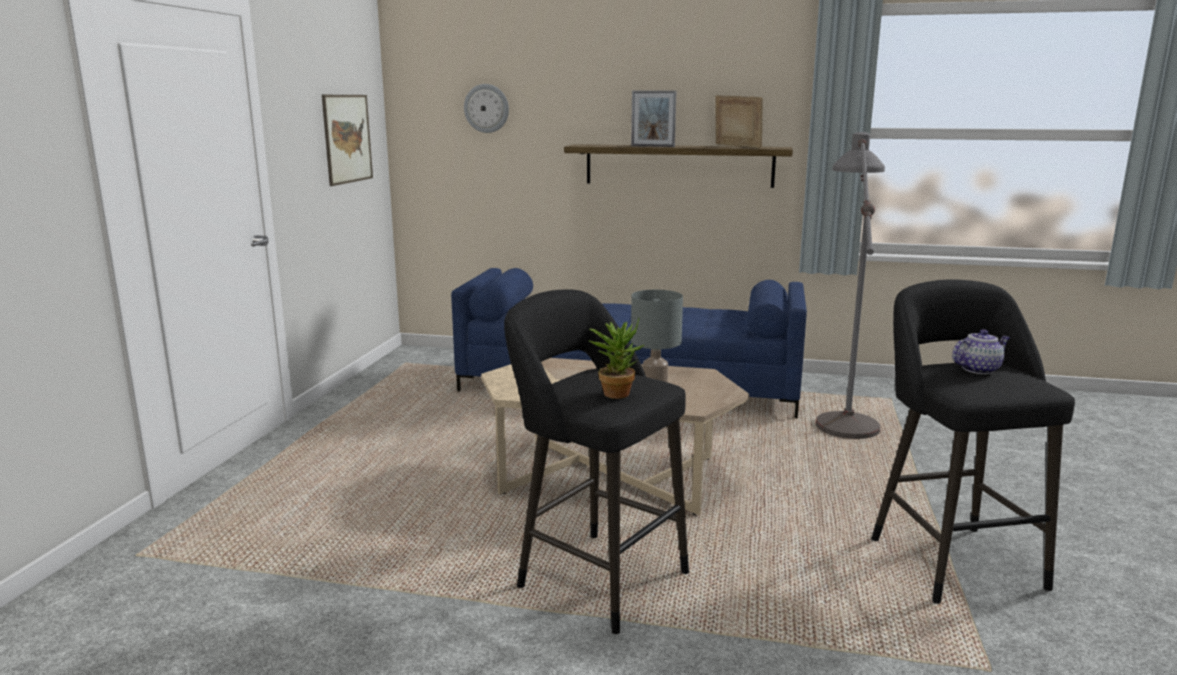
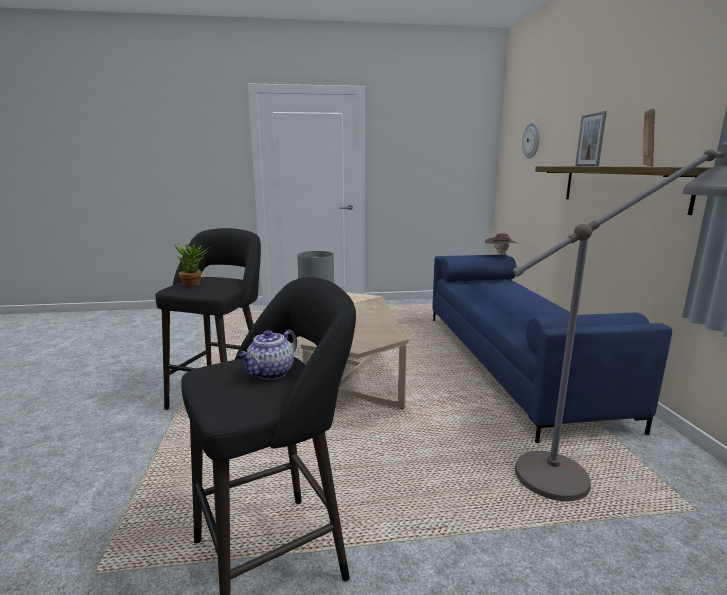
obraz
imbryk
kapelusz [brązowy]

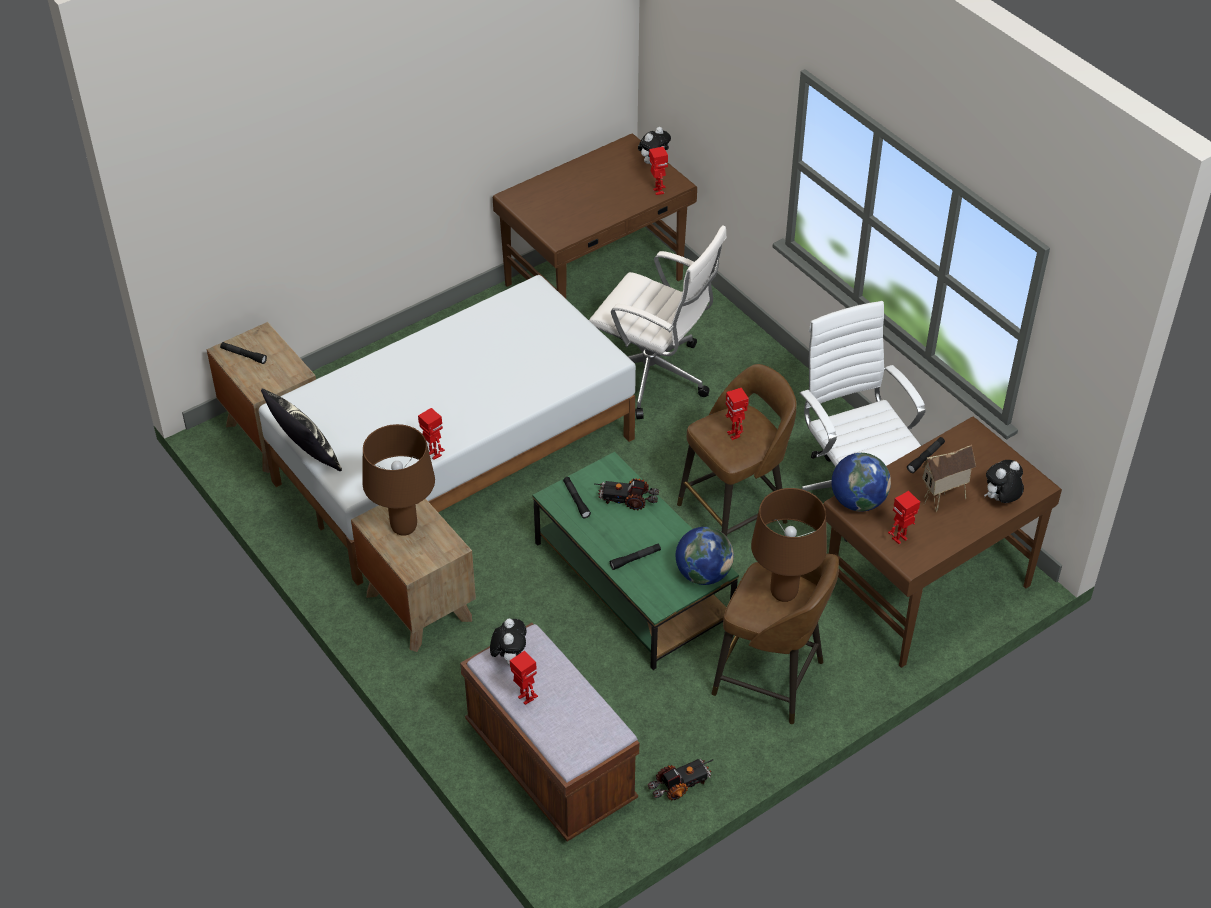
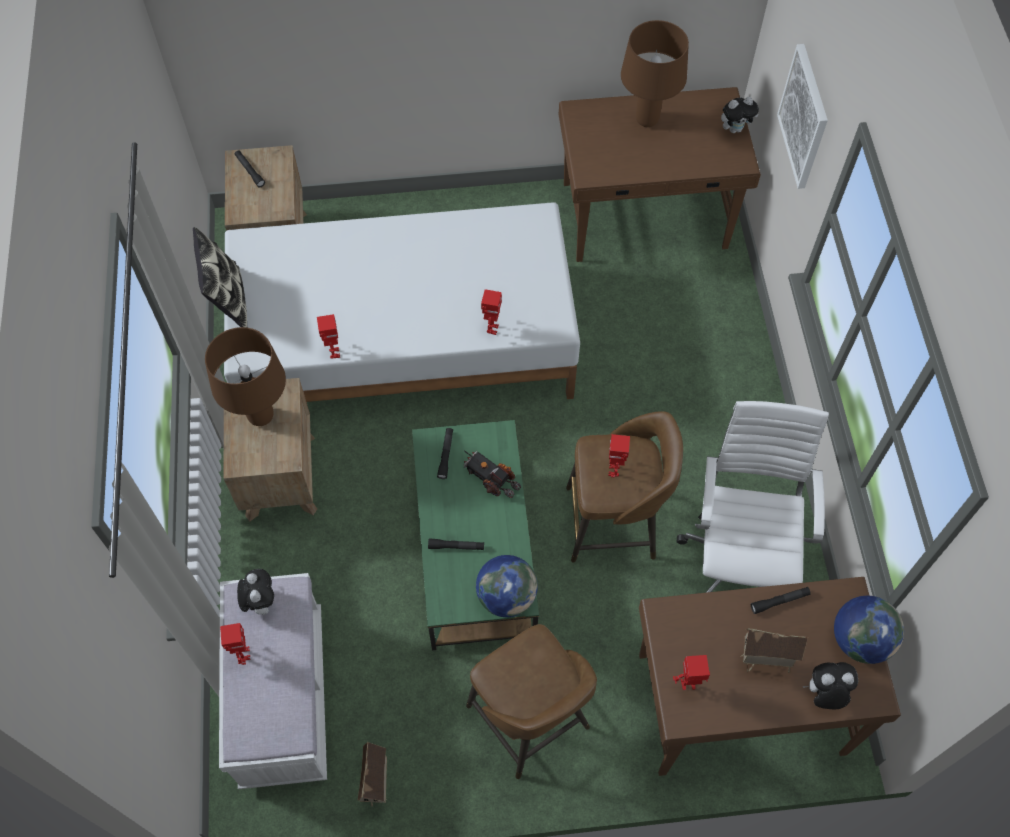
robot zabawkowy (3rd from left)
krzesło biurowe [biały] (1st from left in the first image)
globus (2nd from left)
lampa stołowa [brązowy] (2nd from left)
pluszak (1st from left)
ławka [biały]
domek (1st from left)
obraz

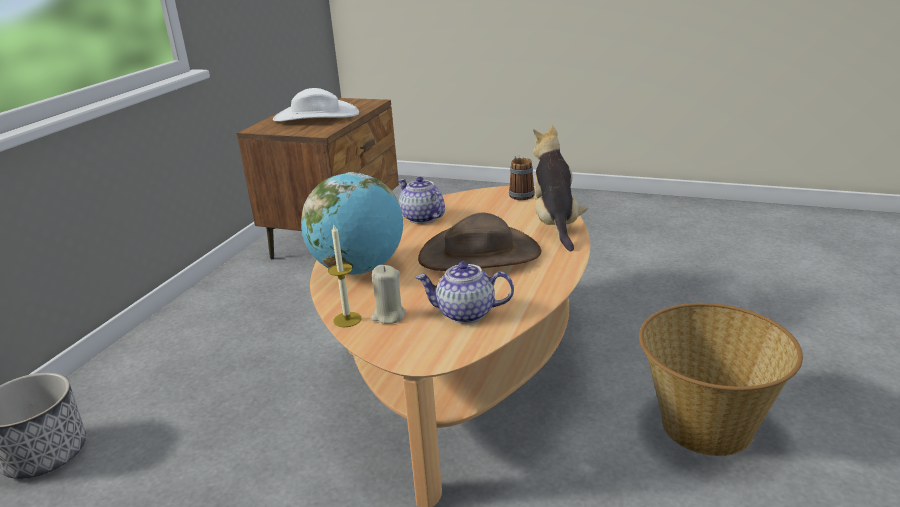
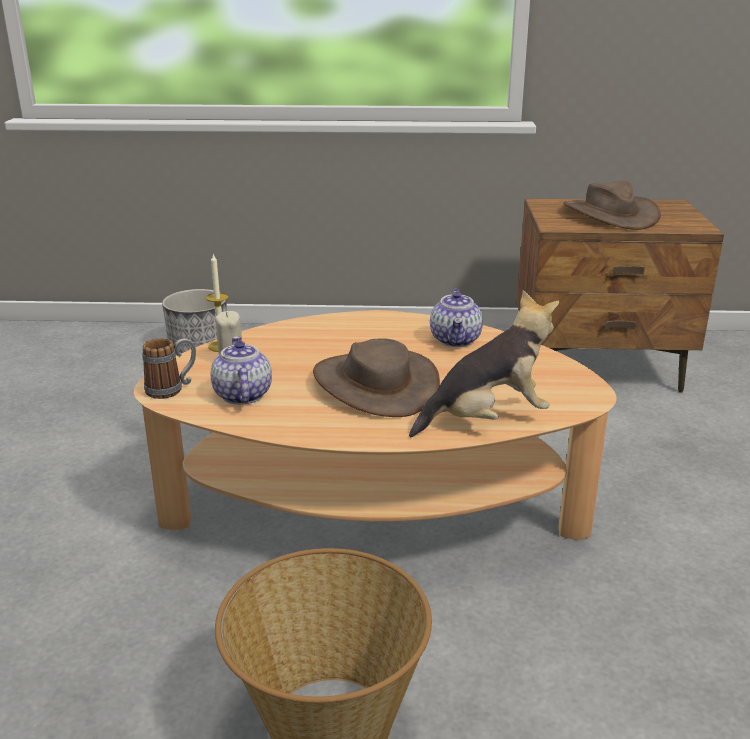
kapelusz [brązowy] (2nd from left)
kubek
globus
imbryk (2nd from left)

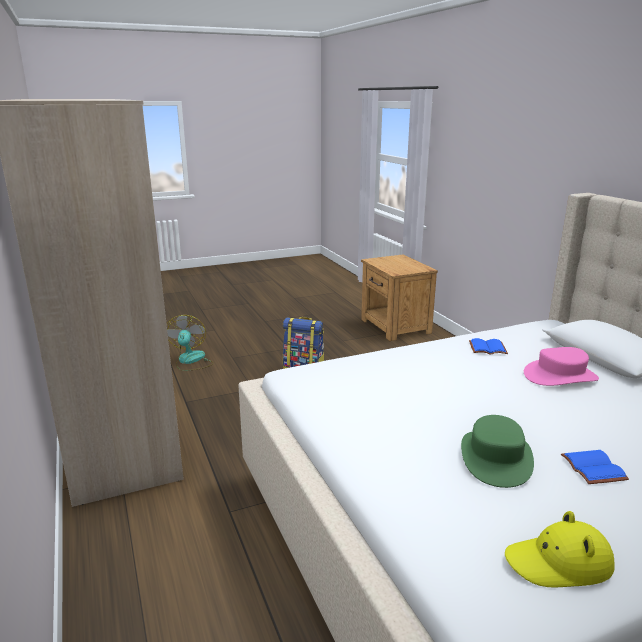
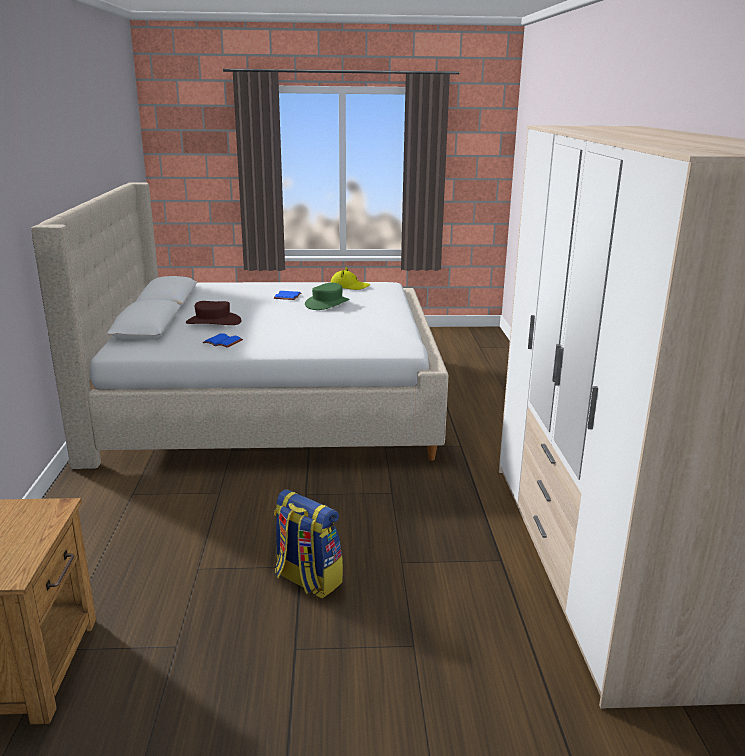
wentylator
kapelusz [brązowy]

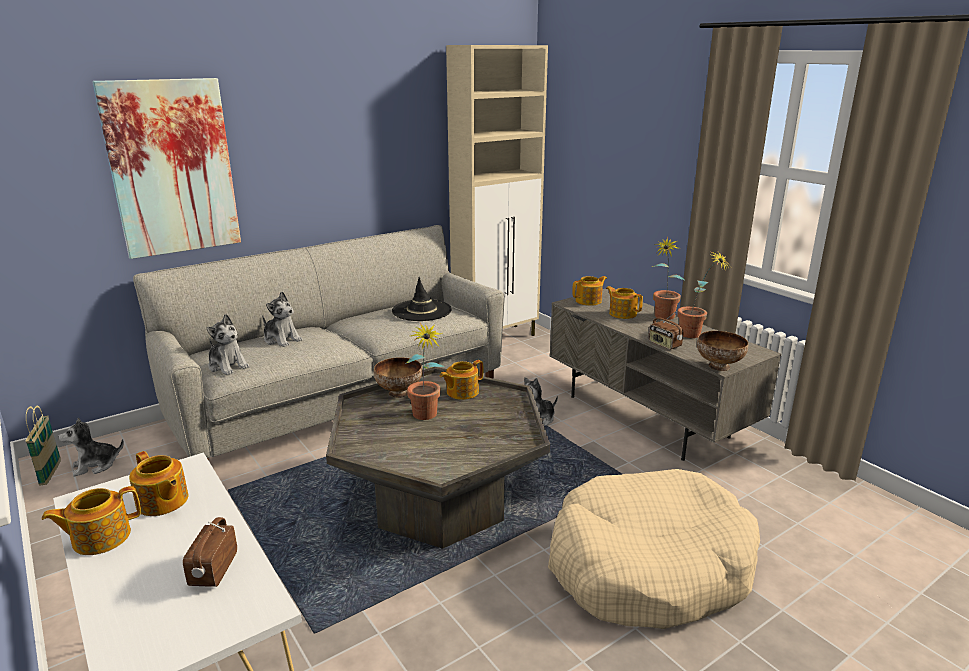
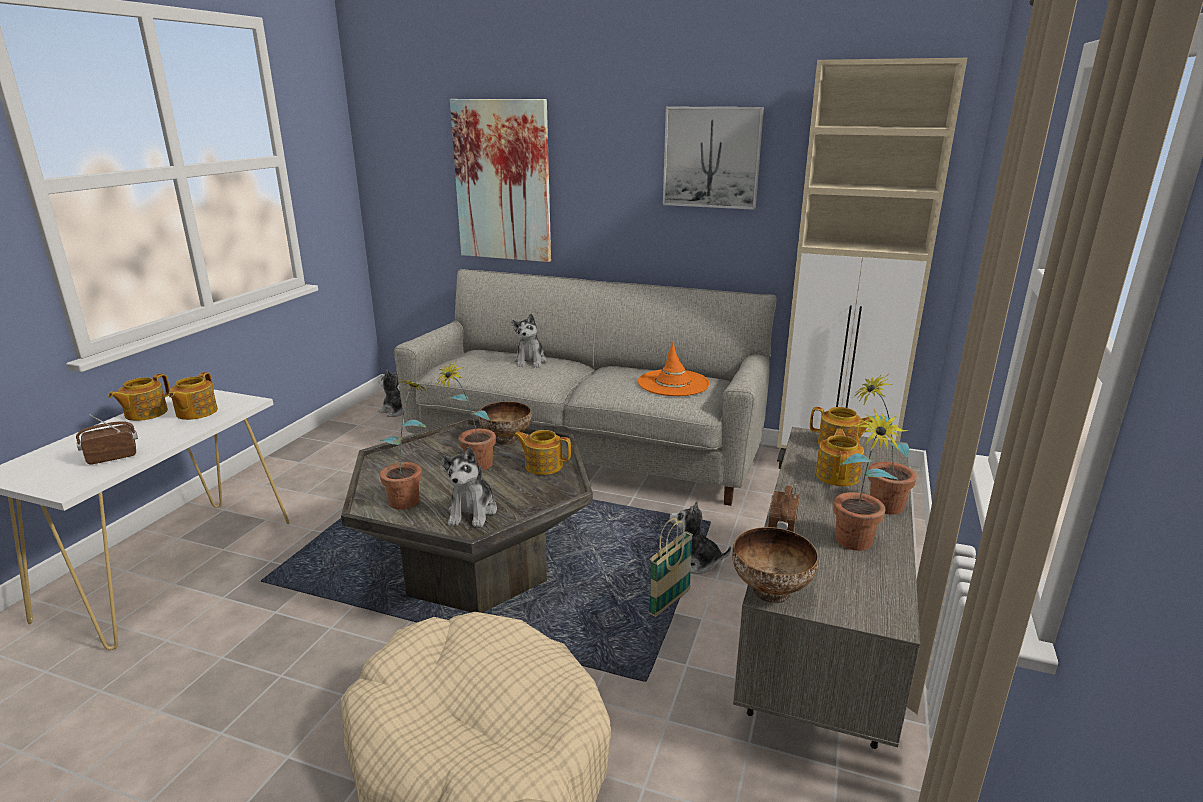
kapelusz [pomarańczowy]
pluszak (2nd from left)
koszyk
imbryk (1st from left)
obraz (2nd from left)
roślina doniczkowa (1st from left)

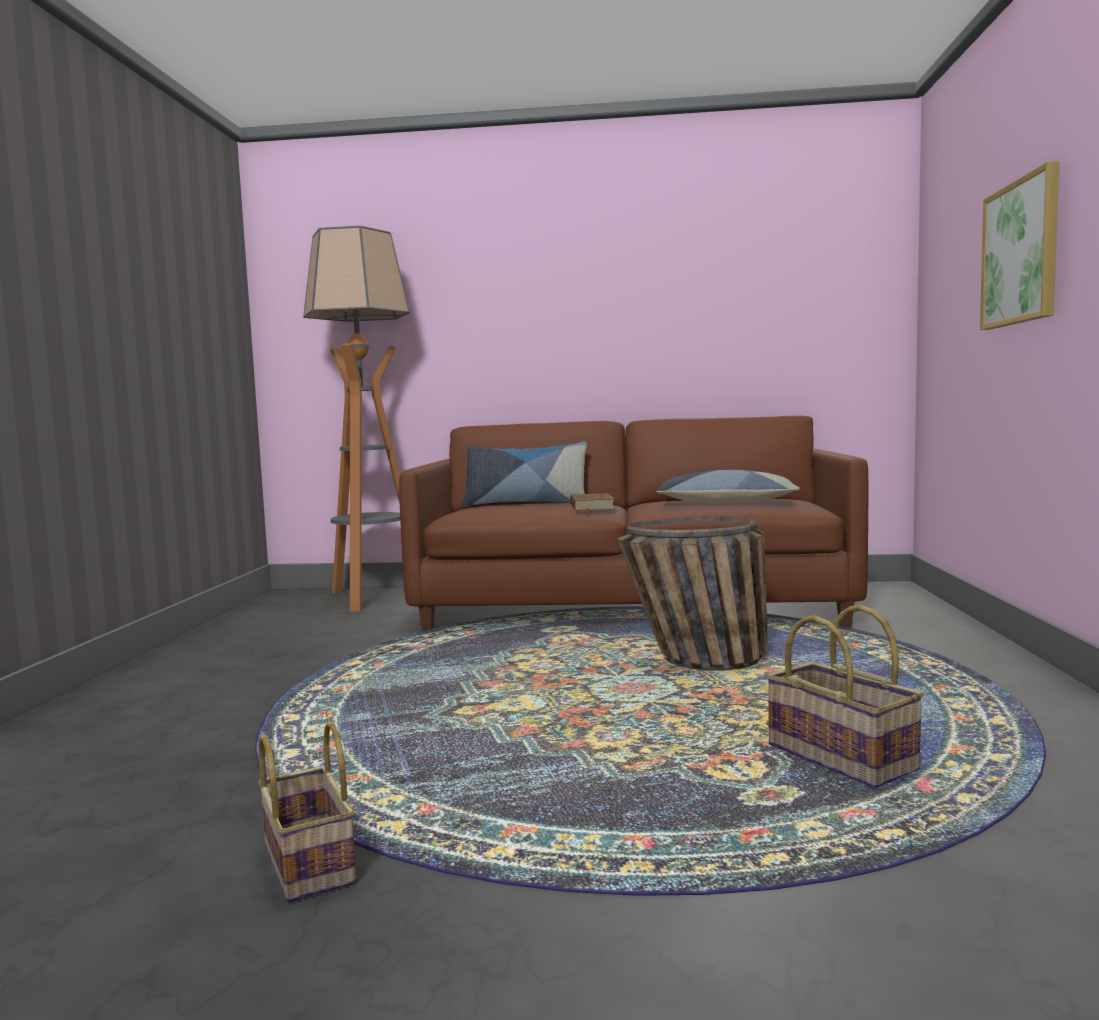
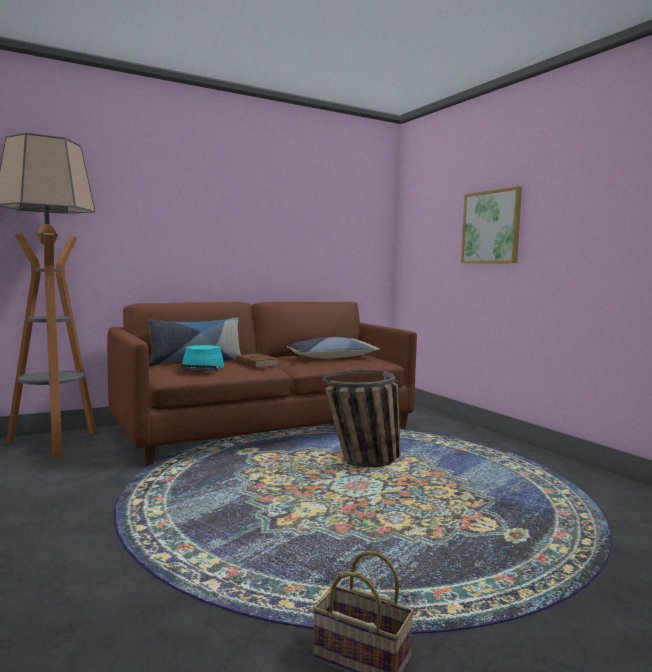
koszyk (3rd from left in the first image)
kapelusz [turkusowy]

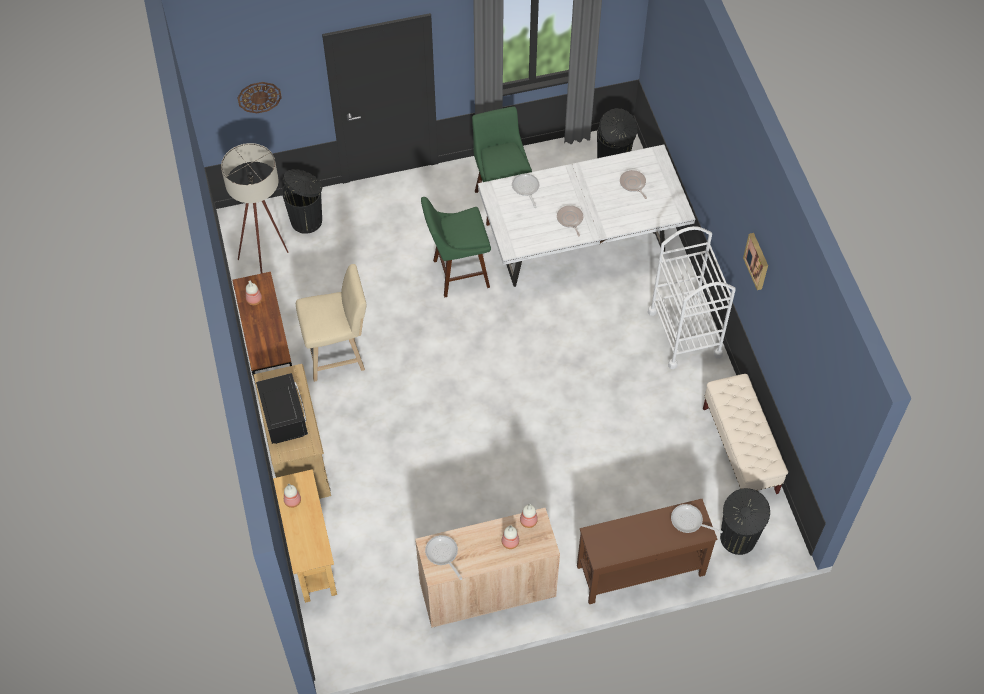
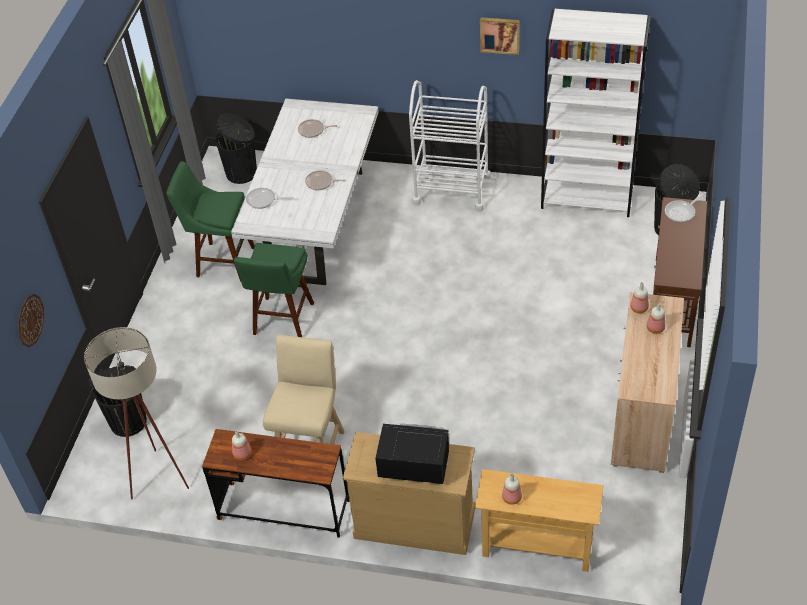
regał [biały]
patelnia (1st from left in the first image)

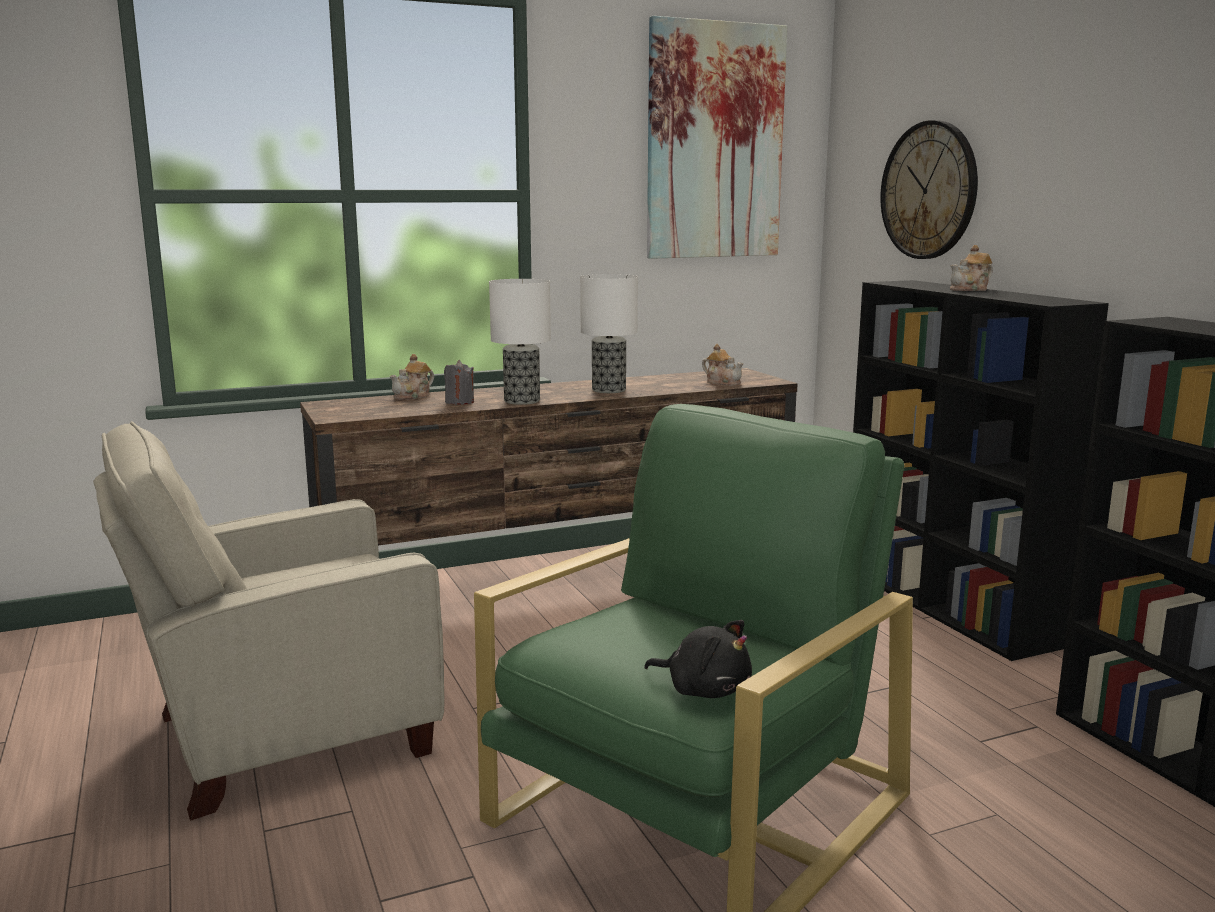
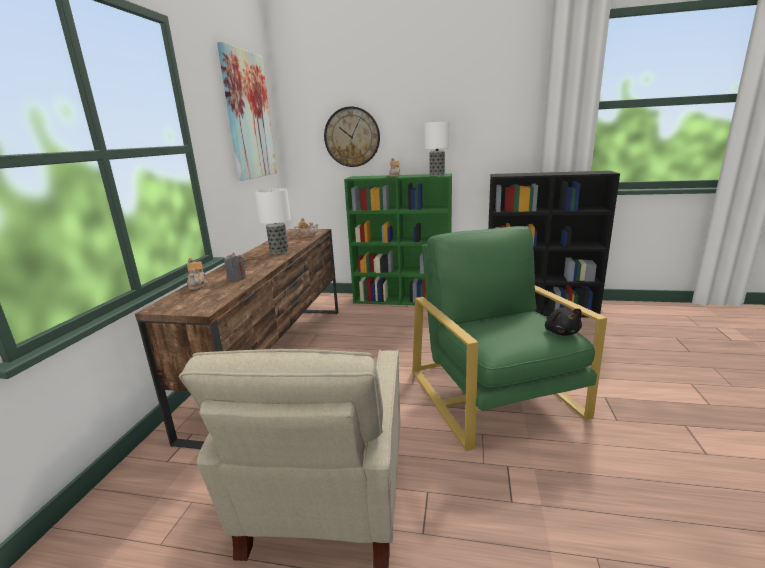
lampa stołowa (2nd from left)
regał [zielony]
pluszak [czarny]

